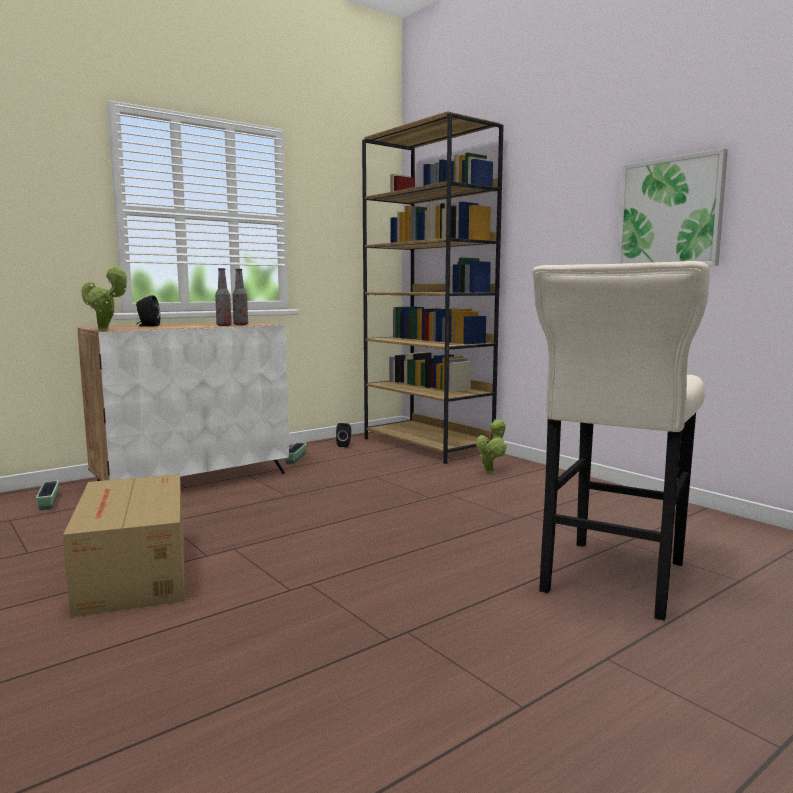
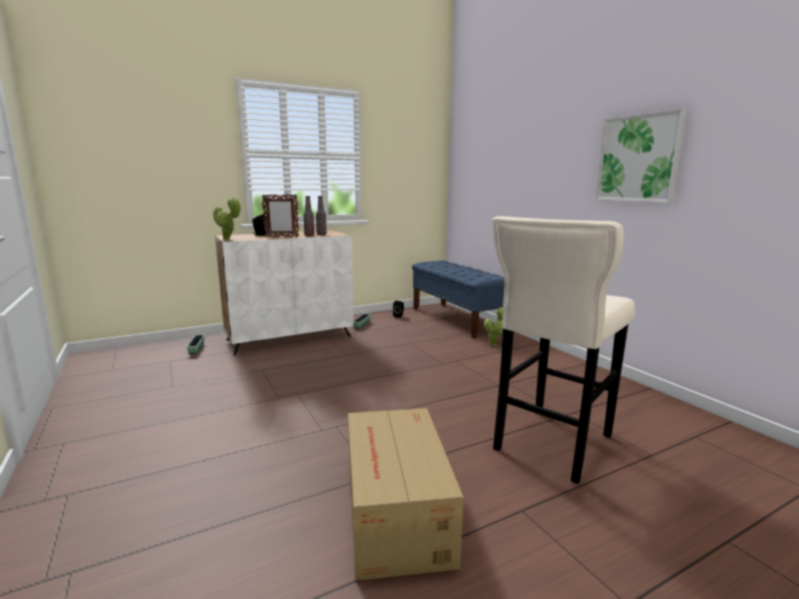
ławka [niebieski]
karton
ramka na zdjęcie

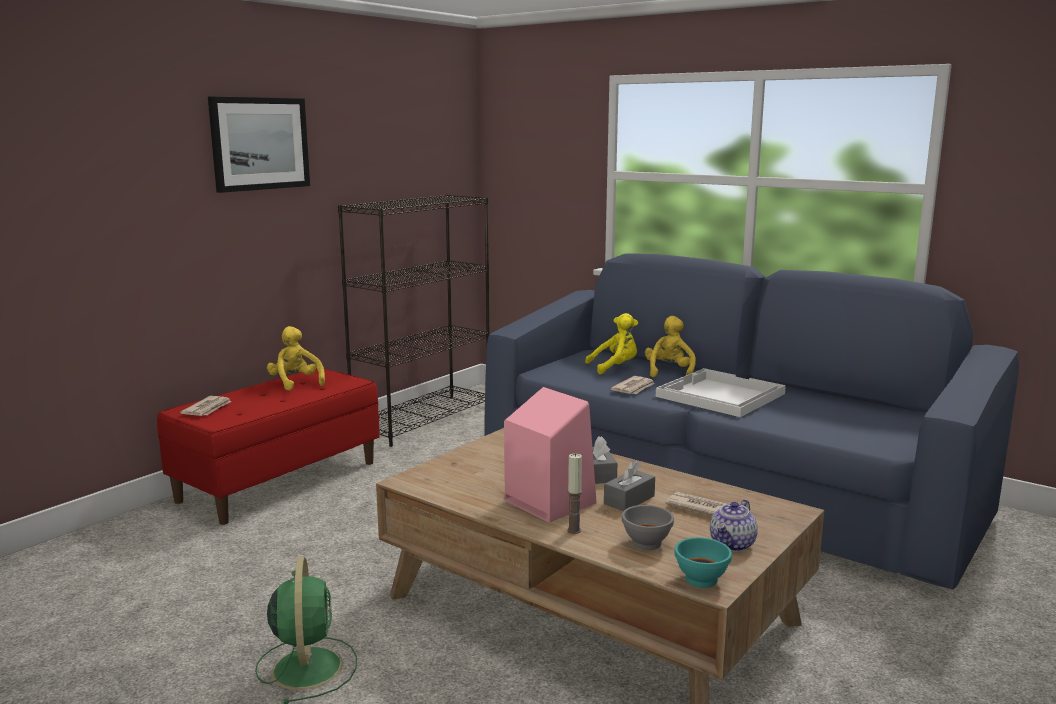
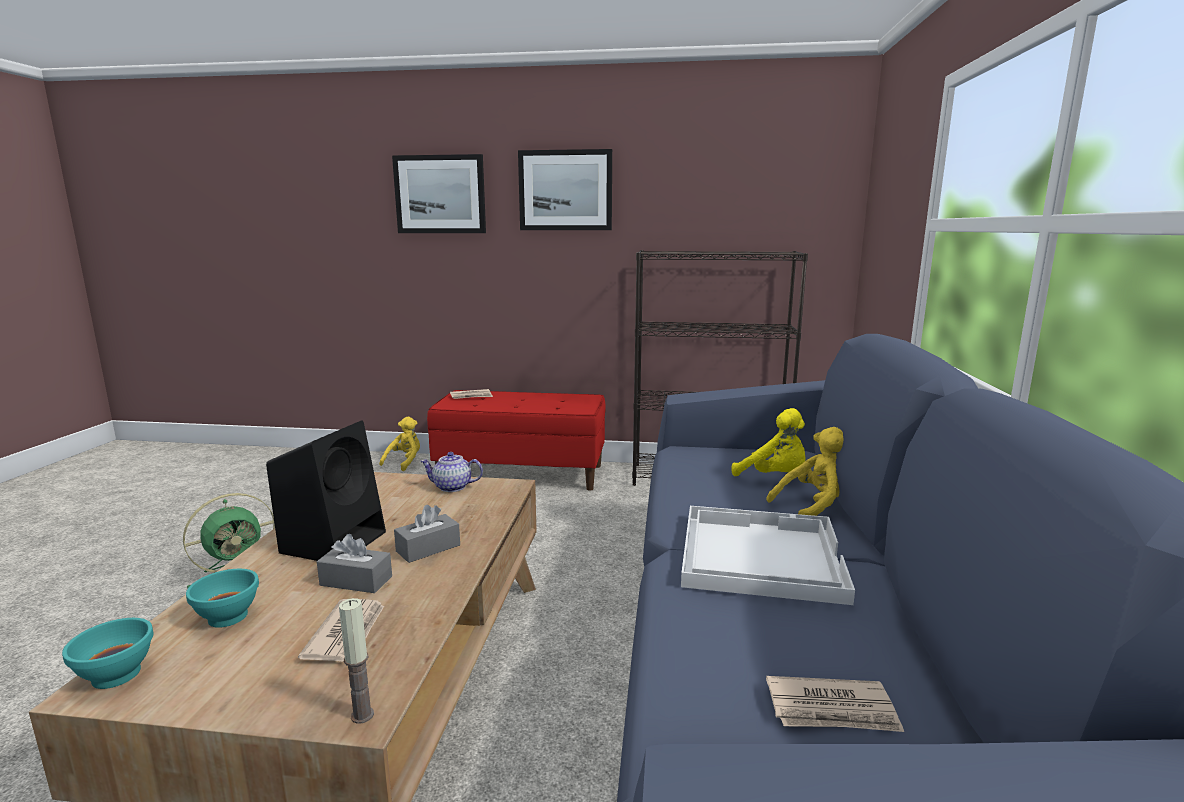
pluszak [żółty] (1st from left)
gazeta (3rd from left)
głośnik [czarny]
świeca
imbryk
miska [turkusowy] (2nd from left)
obraz (1st from left)

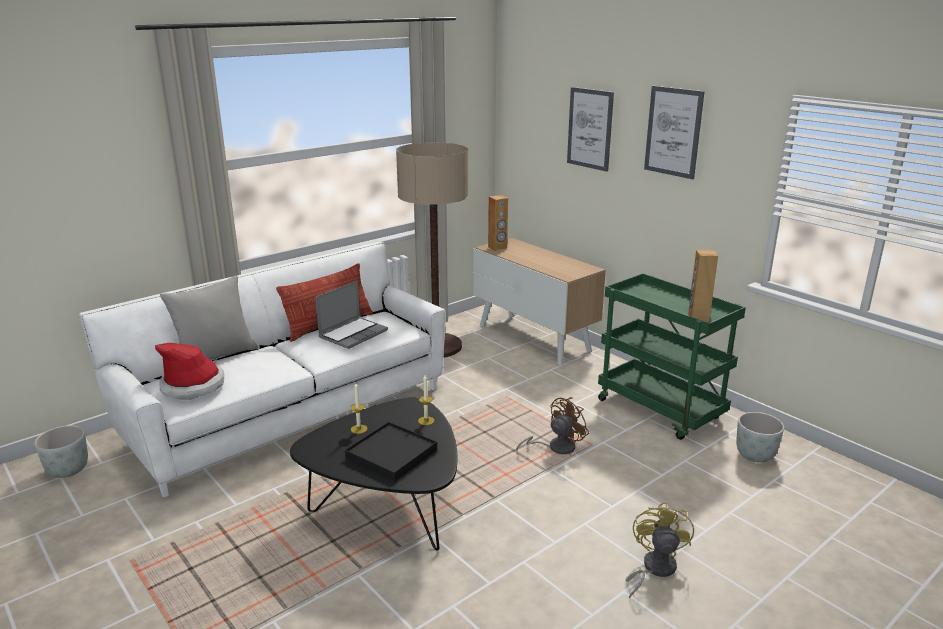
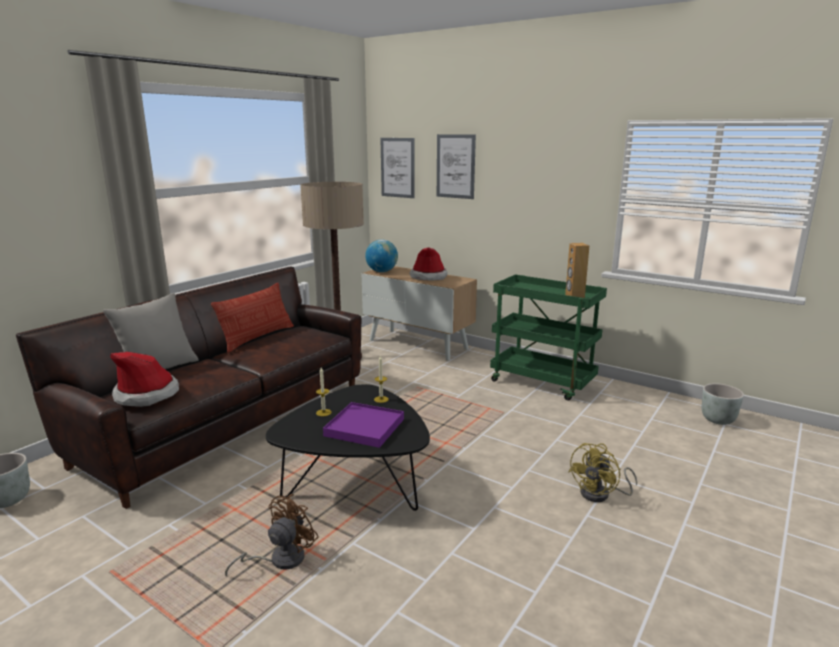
obraz (1st from left)
globus
kanapa [brązowy]
laptop
wentylator [brązowy]
donica [szary] (2nd from left)
taca [fioletowy]
wentylator [żółty]
kapelusz (2nd from left)

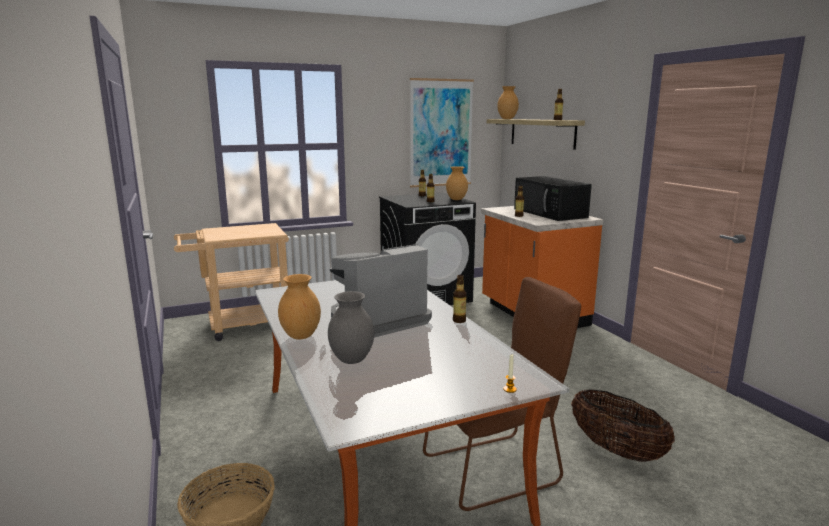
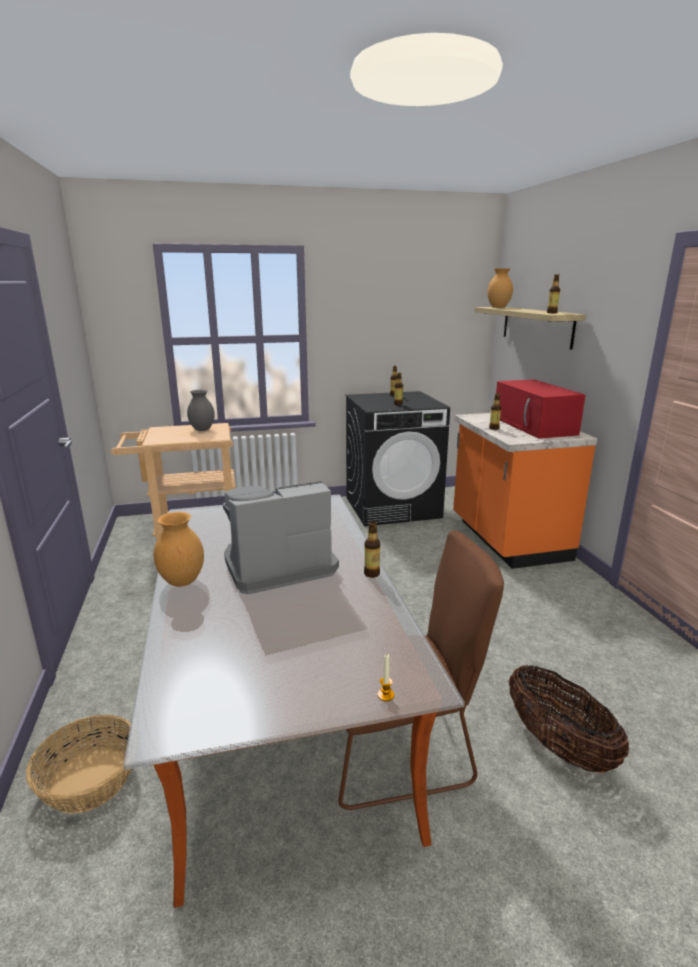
obraz
wazon [brązowy] (2nd from left in the first image)
mikrofalówka [czerwony]
wazon [szary]

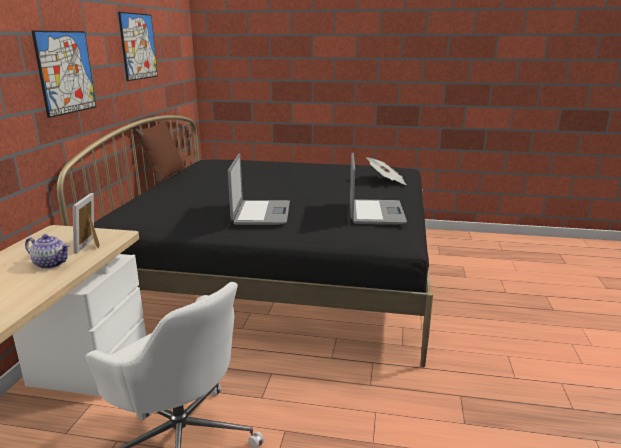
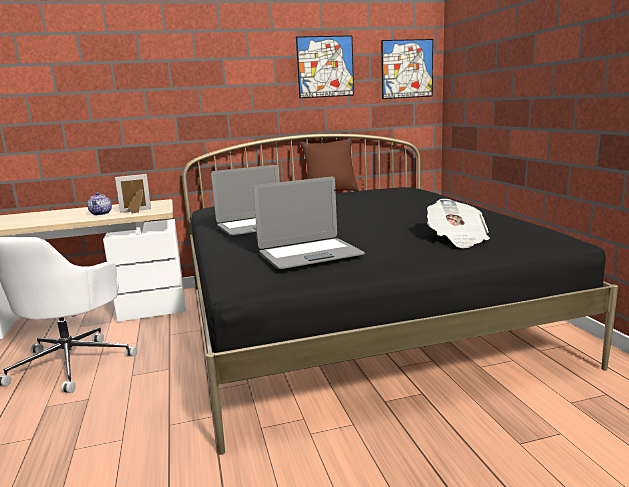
obraz (2nd from left)

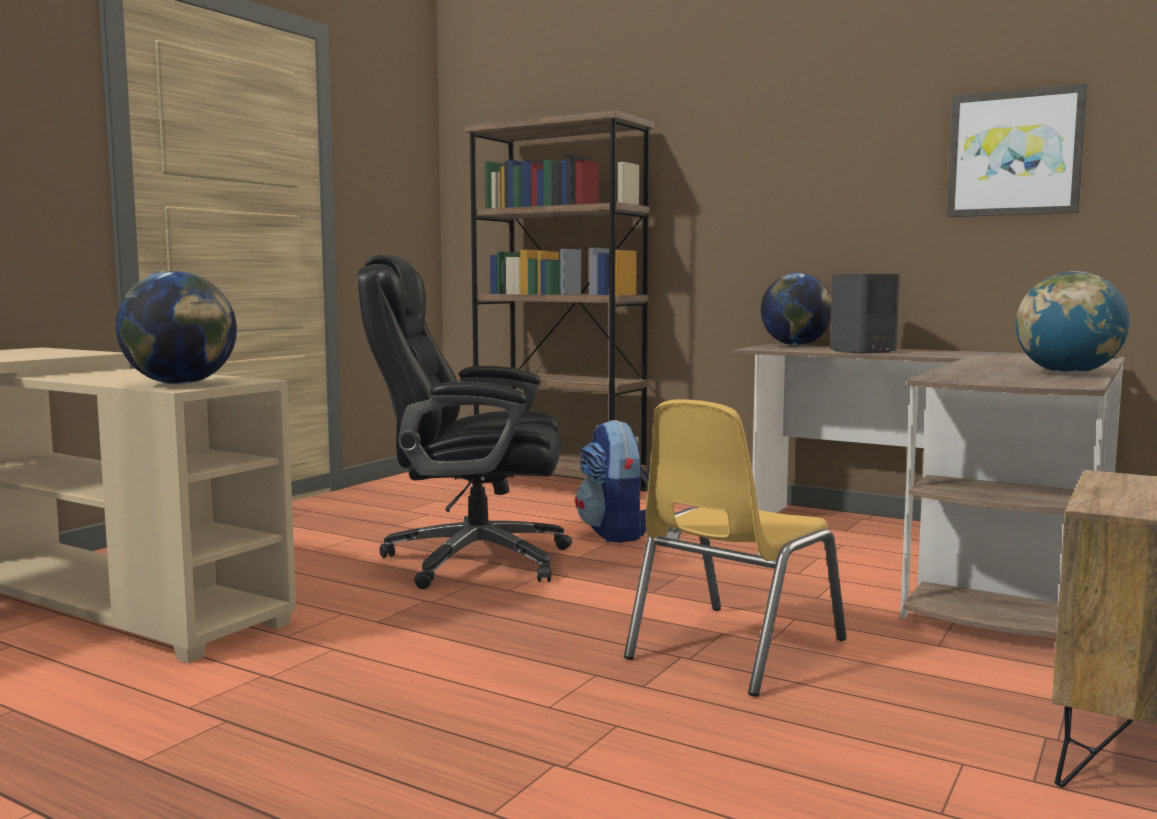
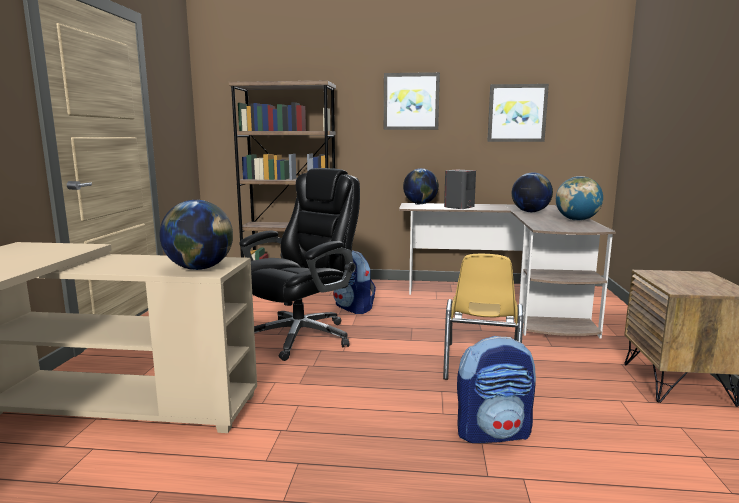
krzesło biurowe [czarny]
obraz (1st from left)
globus (3rd from left)
plecak (2nd from left)

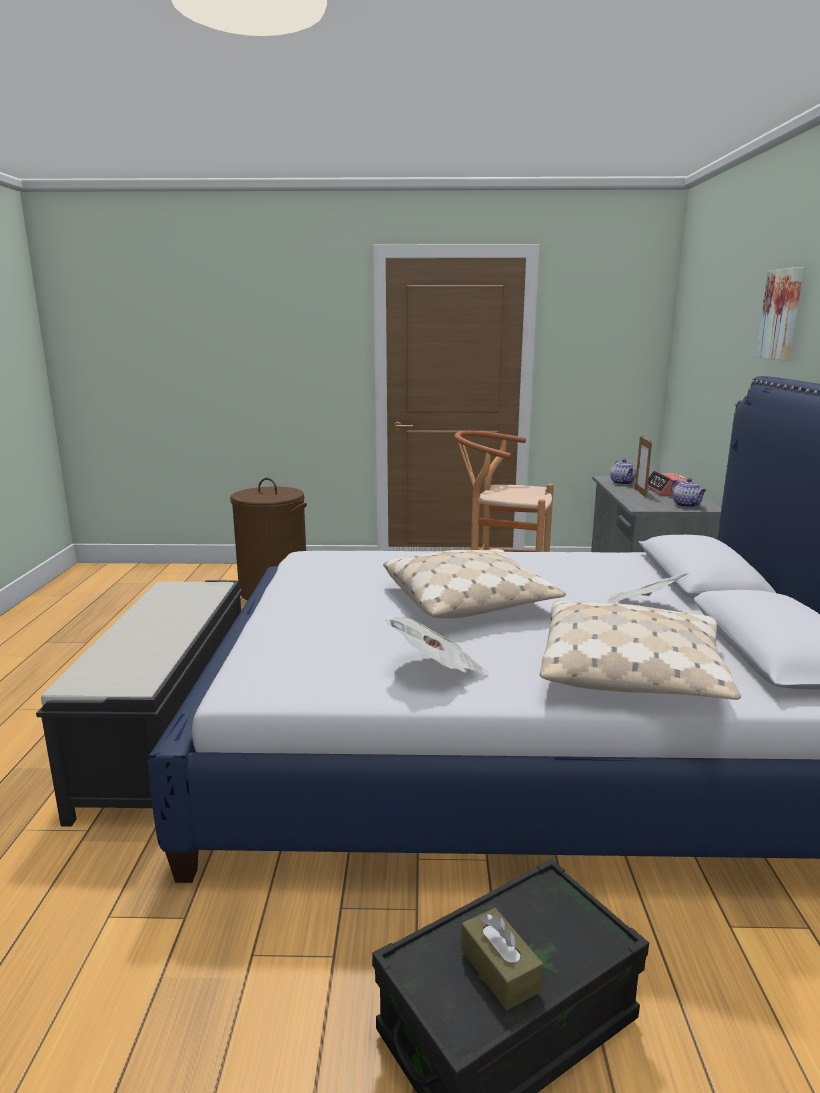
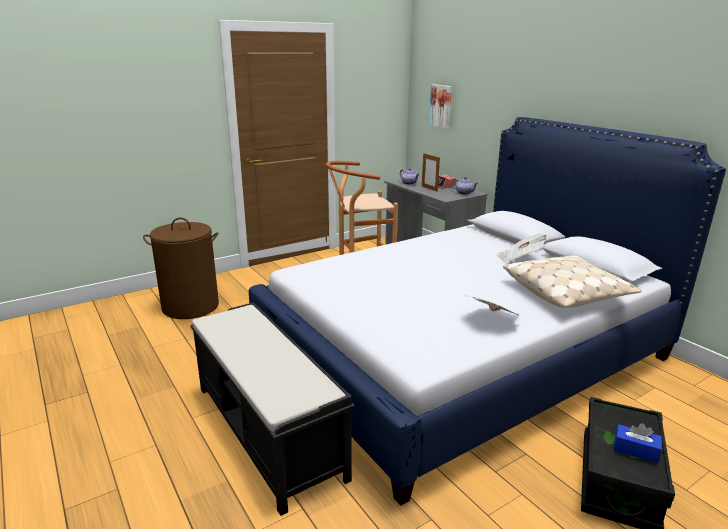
obraz
poduszka [beżowy] (1st from left in the first image)
pudełko chusteczek [niebieski]

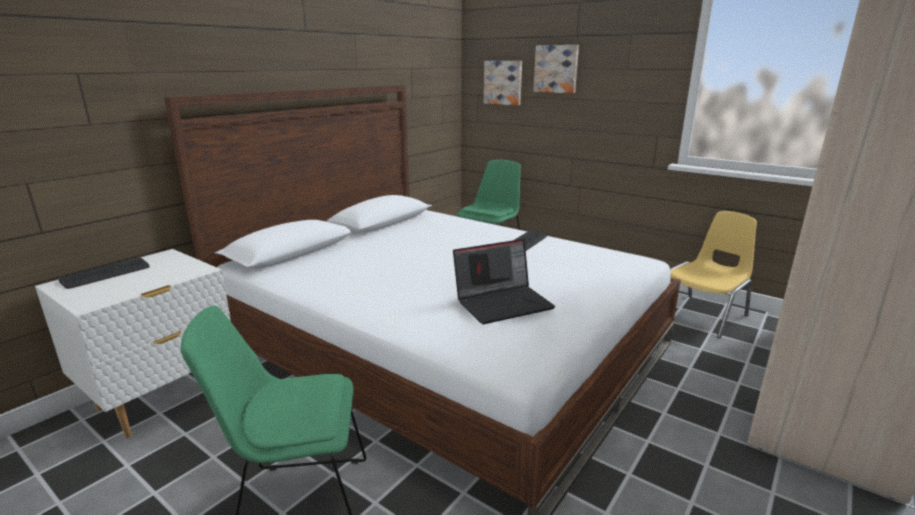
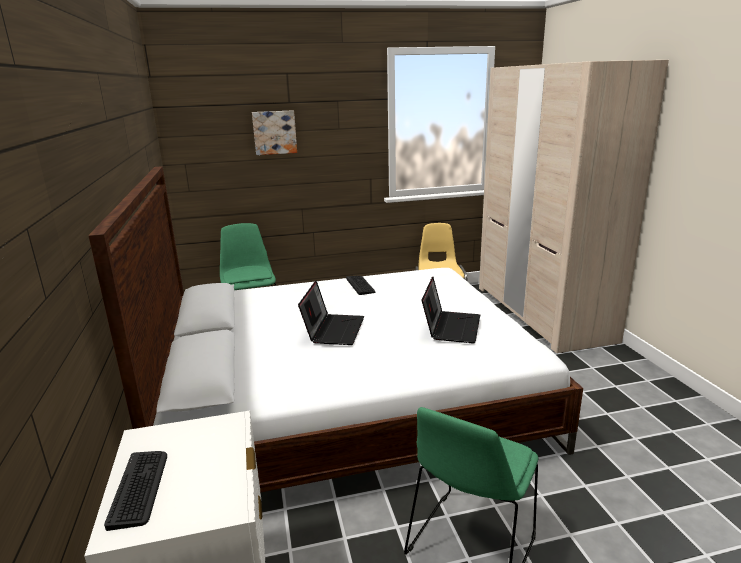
obraz (1st from left in the first image)
laptop (1st from left)

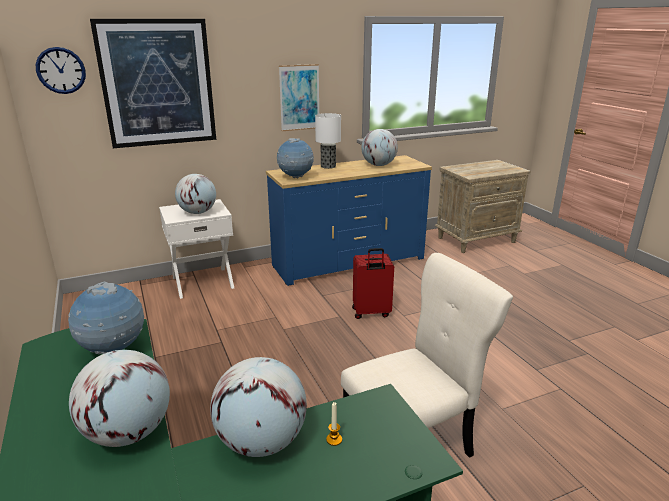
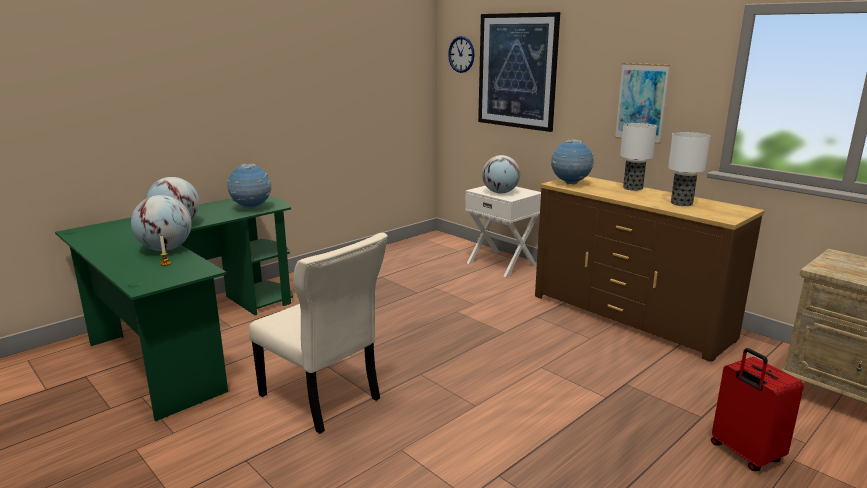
lampa stołowa (2nd from left)
komoda [brązowy]
walizka [czerwony]

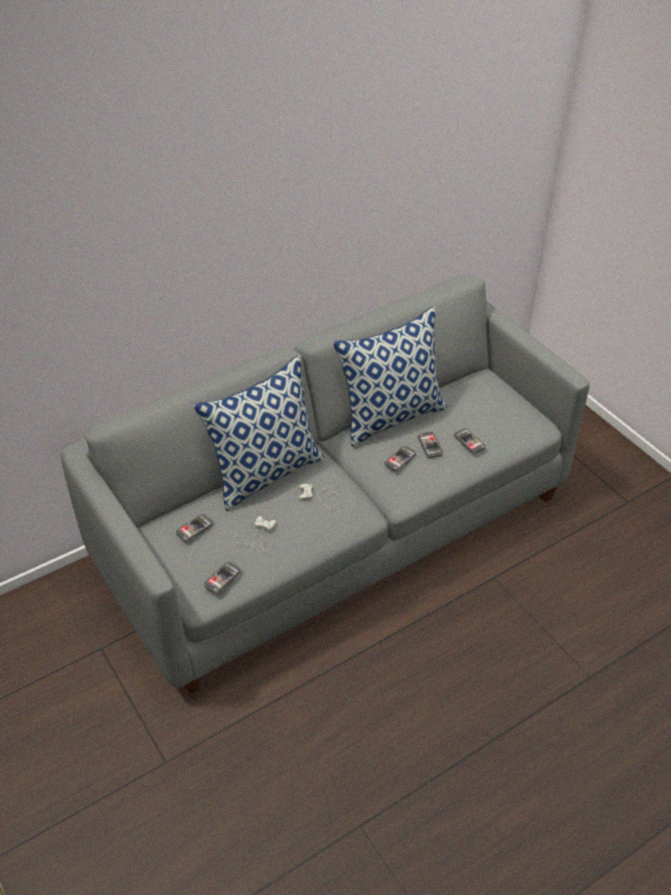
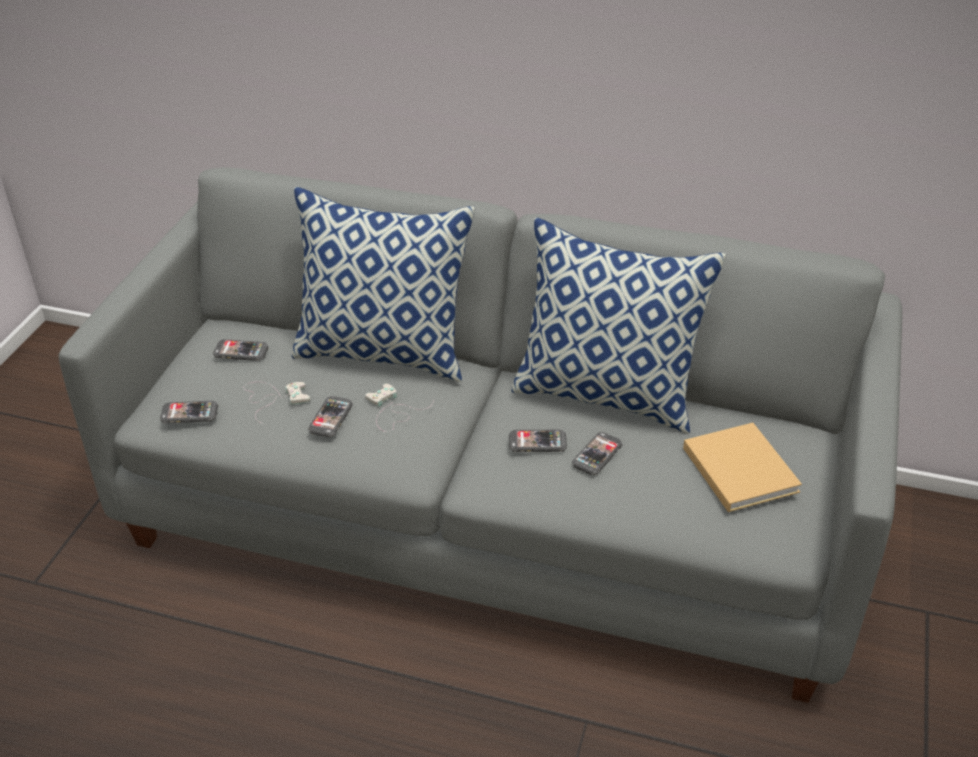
telefon (3rd from left)
książka [beżowy]

